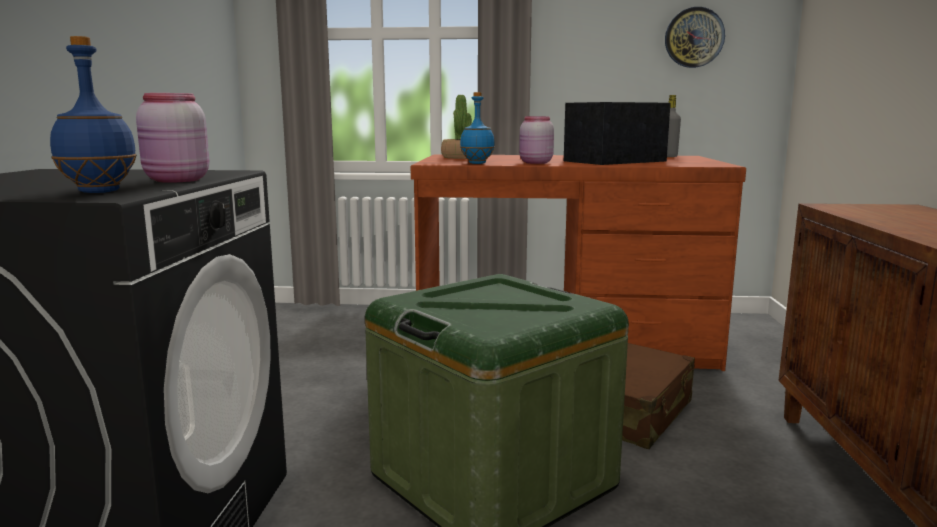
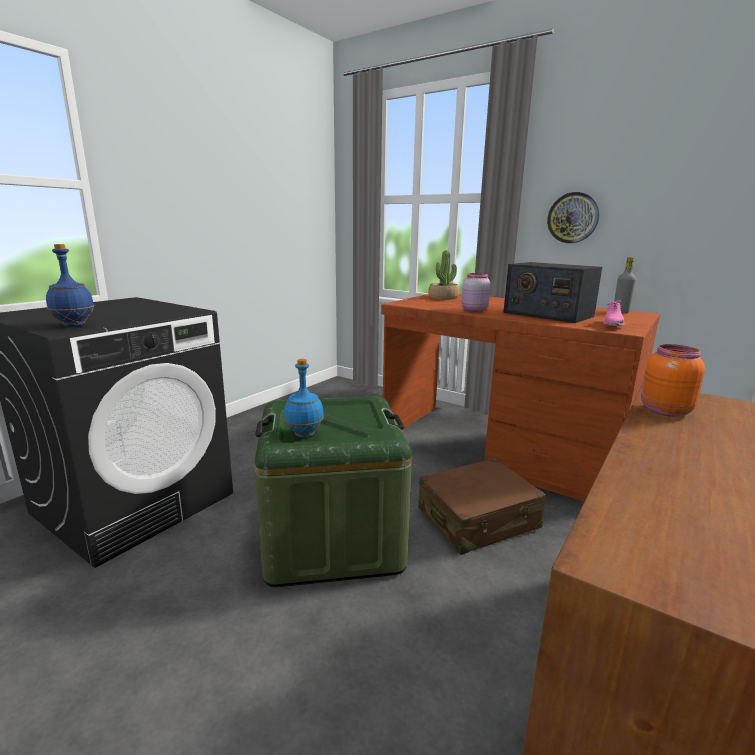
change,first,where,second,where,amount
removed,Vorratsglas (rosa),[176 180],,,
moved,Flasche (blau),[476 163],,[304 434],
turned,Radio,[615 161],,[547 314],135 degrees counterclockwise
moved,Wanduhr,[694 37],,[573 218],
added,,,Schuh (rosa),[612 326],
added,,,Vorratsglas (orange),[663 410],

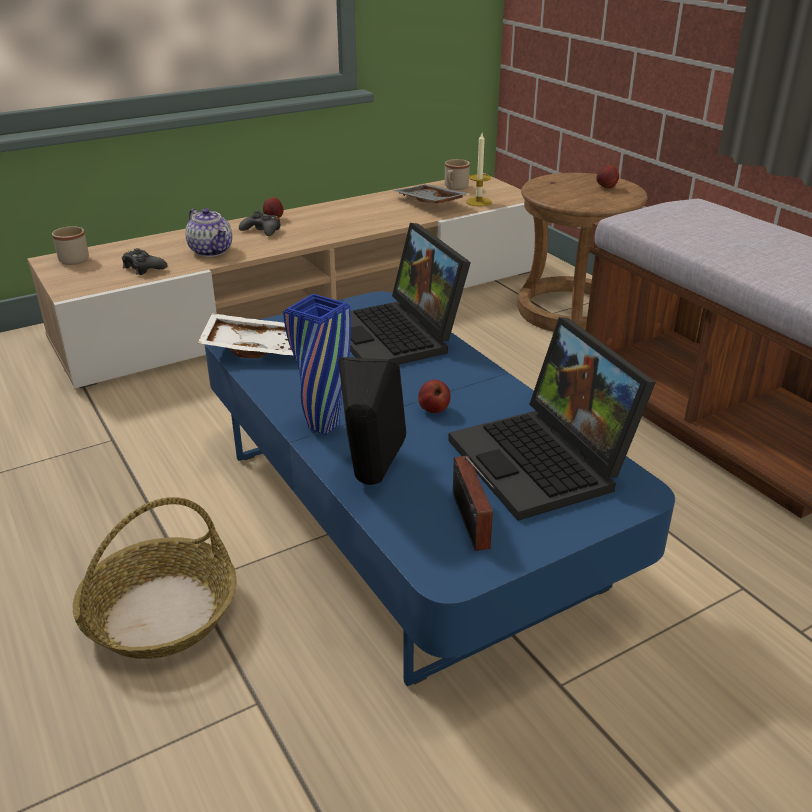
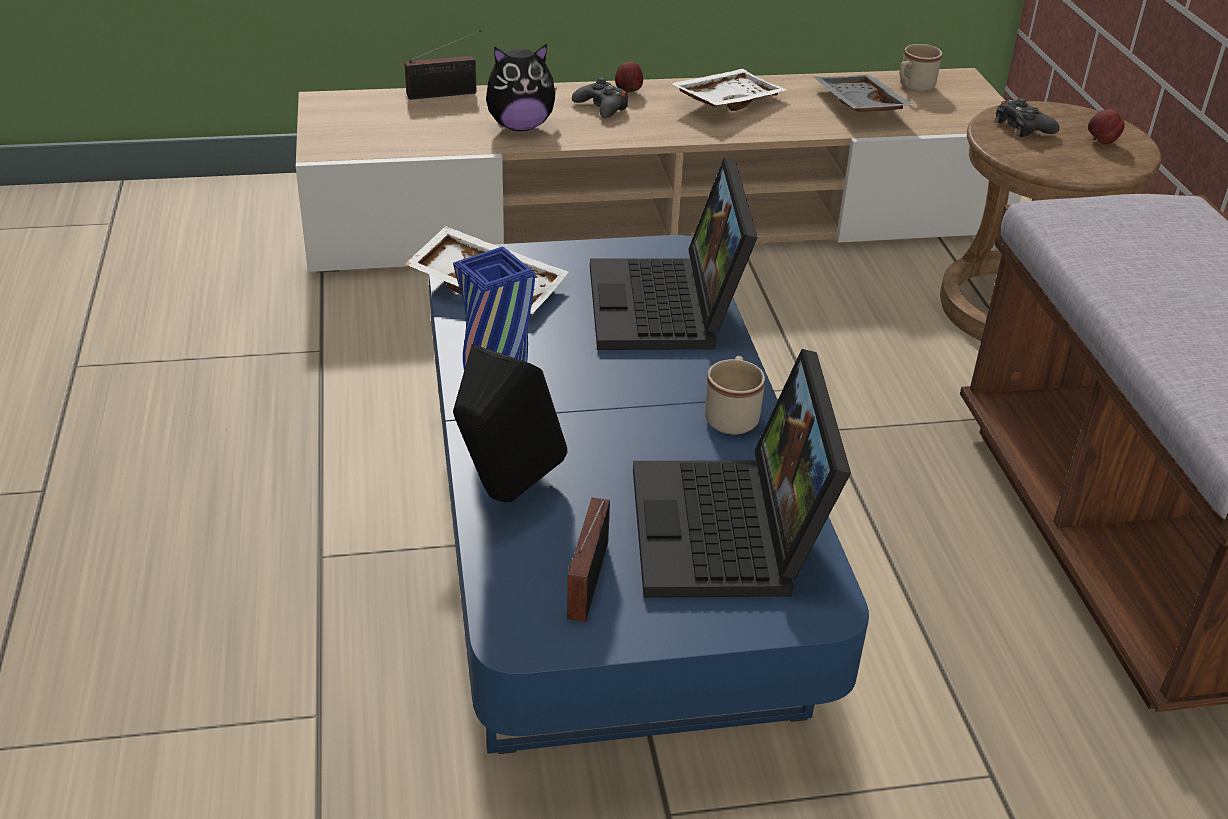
change,first,where,second,where,amount
moved,Henkelbecher (beige),[74 258],,[732 415],
removed,Korb,[161 612],,,
moved,Gamepad (schwarz),[143 268],,[1022 127],
replaced,Teekanne,[212 251],Plüschtier,[520 126],
removed,Apfel,[433 410],,,
removed,Kerze,[478 202],,,
added,,,Radio,[445 94],
added,,,Tablett (weiß),[726 101],

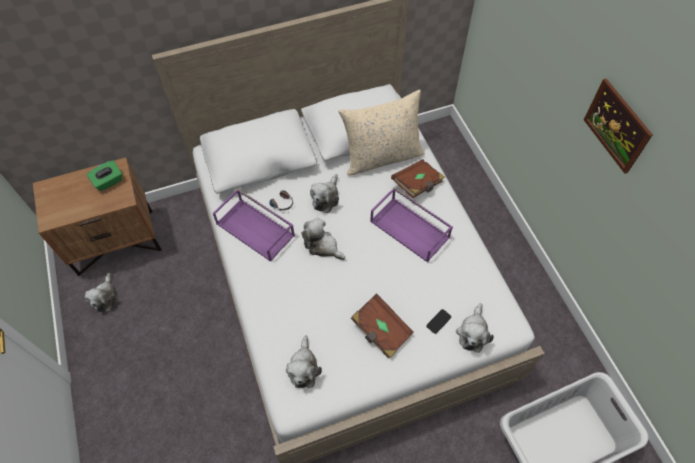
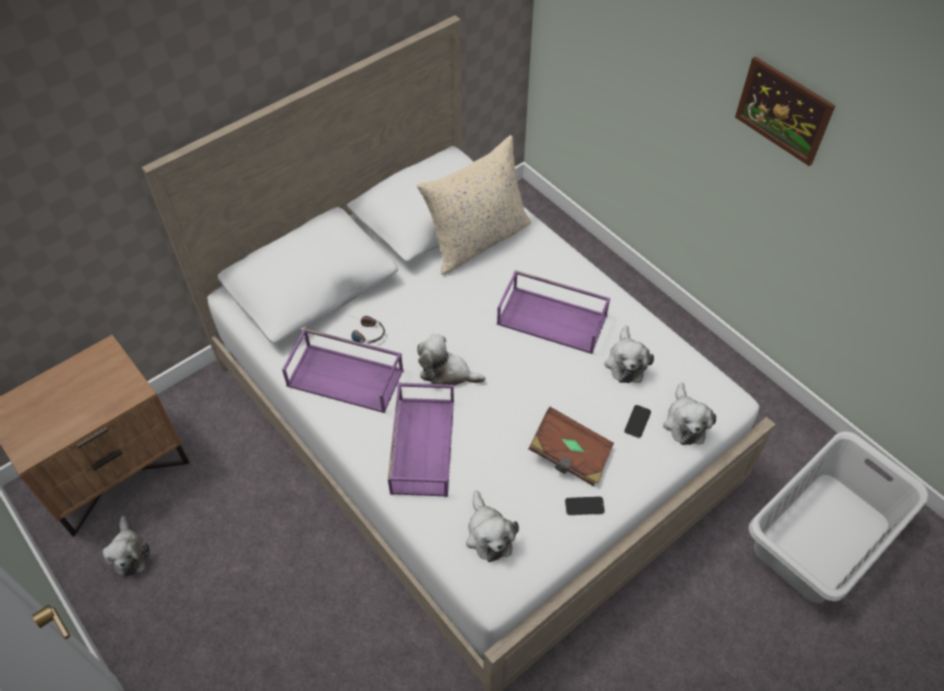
change,first,where,second,where,amount
removed,Taschentuchbox (grün),[109 182],,,
moved,Plüschtier,[326 198],,[626 362],
removed,Buch (braun),[417 184],,,
added,,,Tablett (lila),[421 445],
added,,,Handy,[584 506],

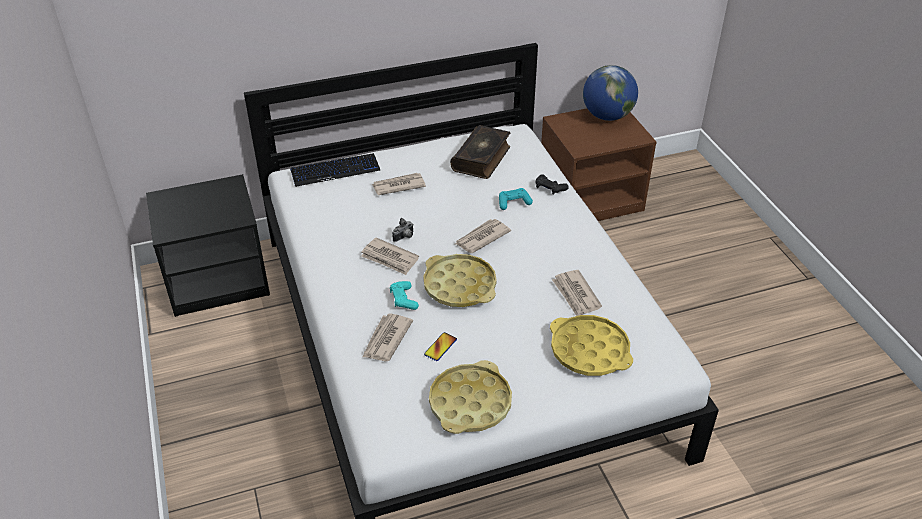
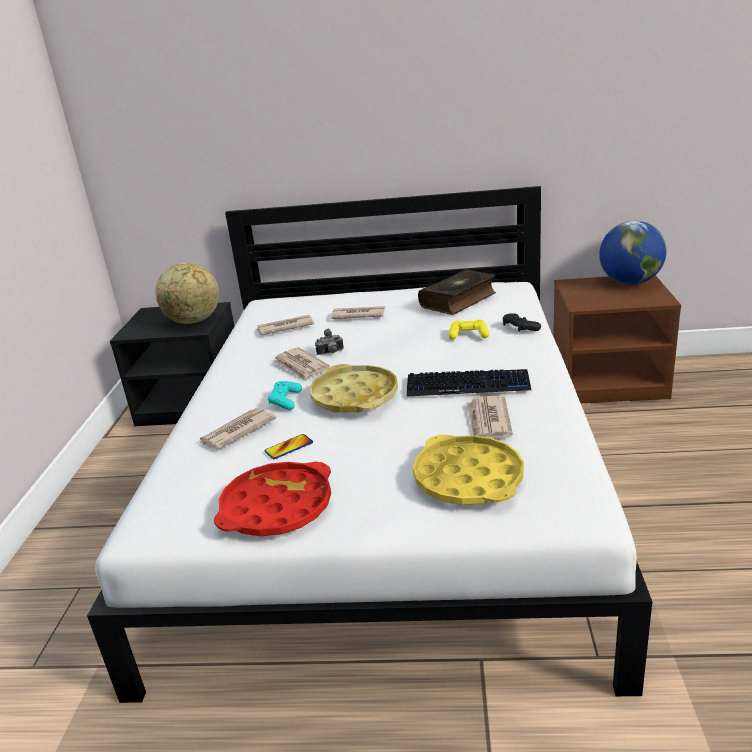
change,first,where,second,where,amount
moved,Tastatur,[335 171],,[467 385],
recoloured,Tablett (gelb),[470 403],Tablett (rot),[277 507],
moved,Zeitung,[481 238],,[284 327],
recoloured,Gamepad (türkis),[513 203],Gamepad (gelb),[468 335],
added,,,Globus,[194 321],

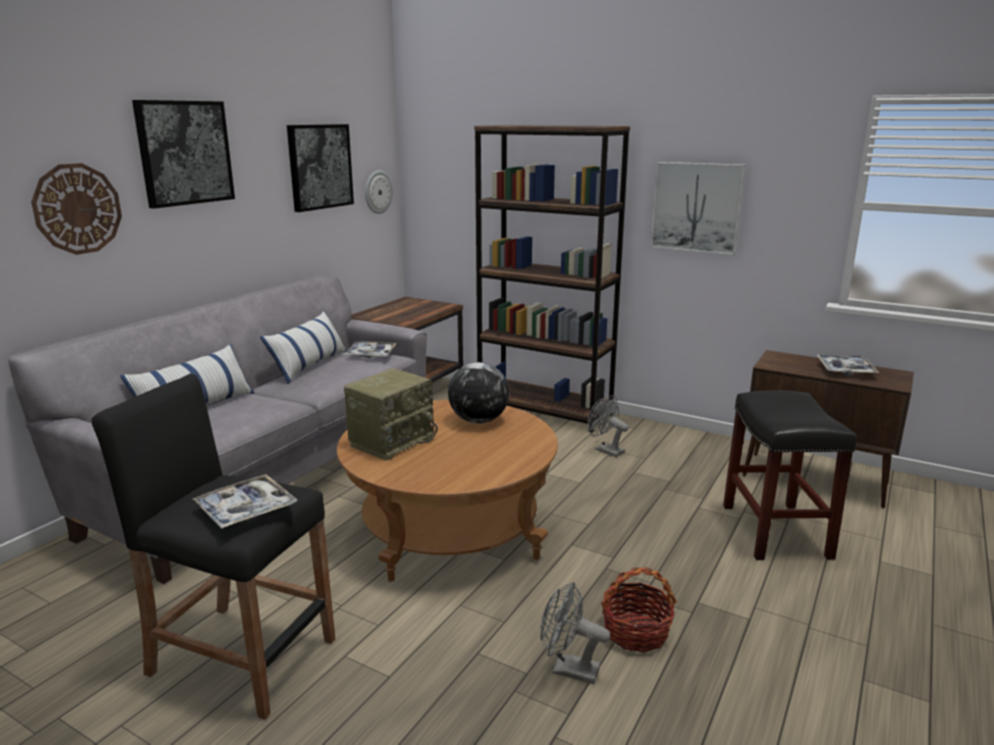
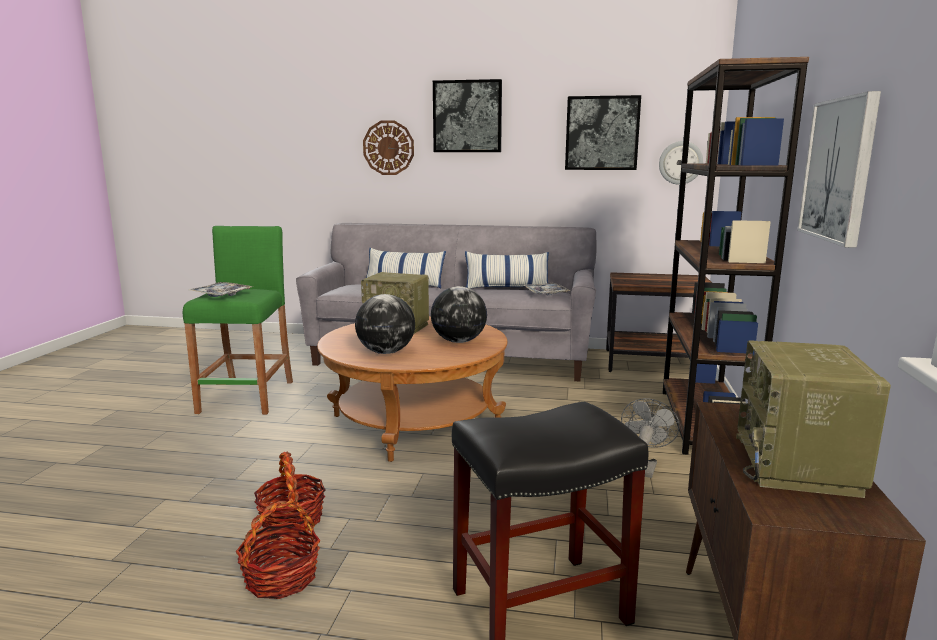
change,first,where,second,where,amount
recoloured,Hocker (schwarz),[242 657],Hocker (grün),[248 397],
removed,Ventilator (grau),[568 669],,,
replaced,Tablett,[845 370],Radio,[798 465],
added,,,Korb,[281 578],
added,,,Globus,[386 352],

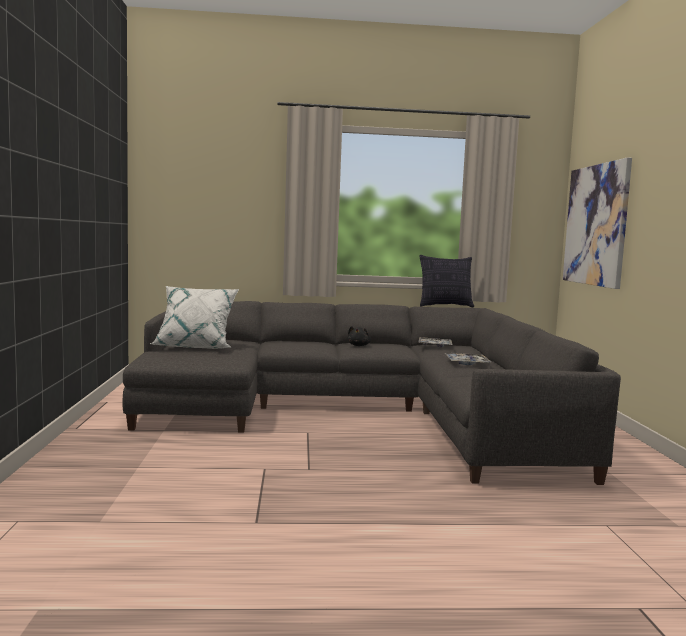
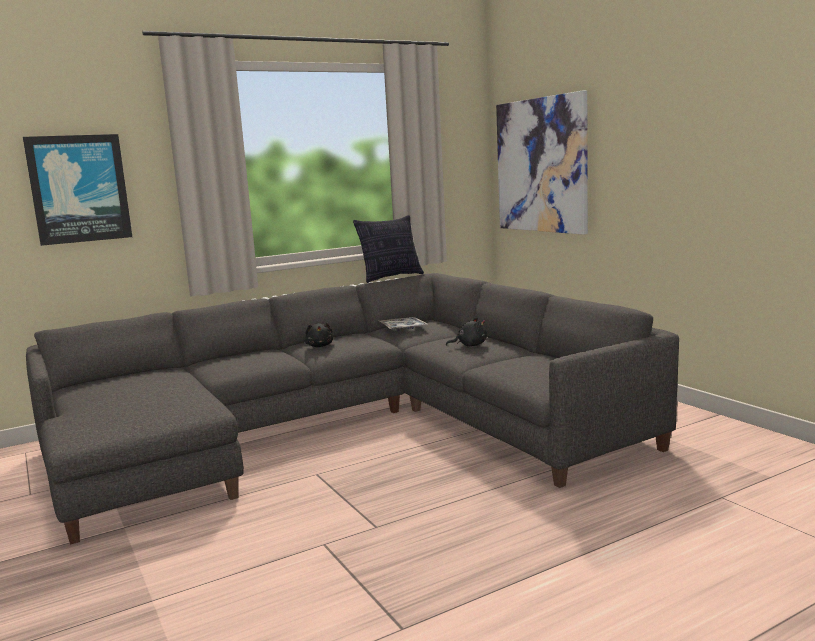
change,first,where,second,where,amount
removed,Kissen (weiß),[195 346],,,
replaced,Tablett,[467 363],Plüschtier (schwarz),[469 345],
added,,,Bild,[79 189],

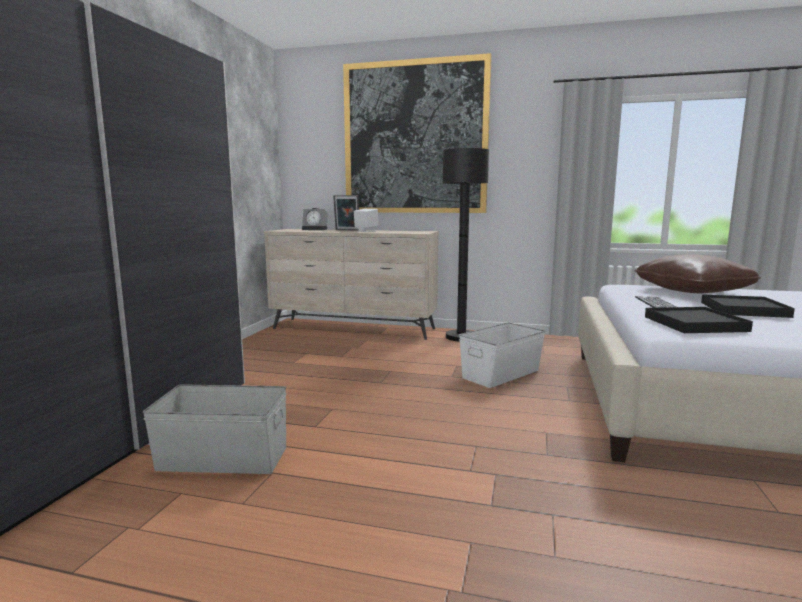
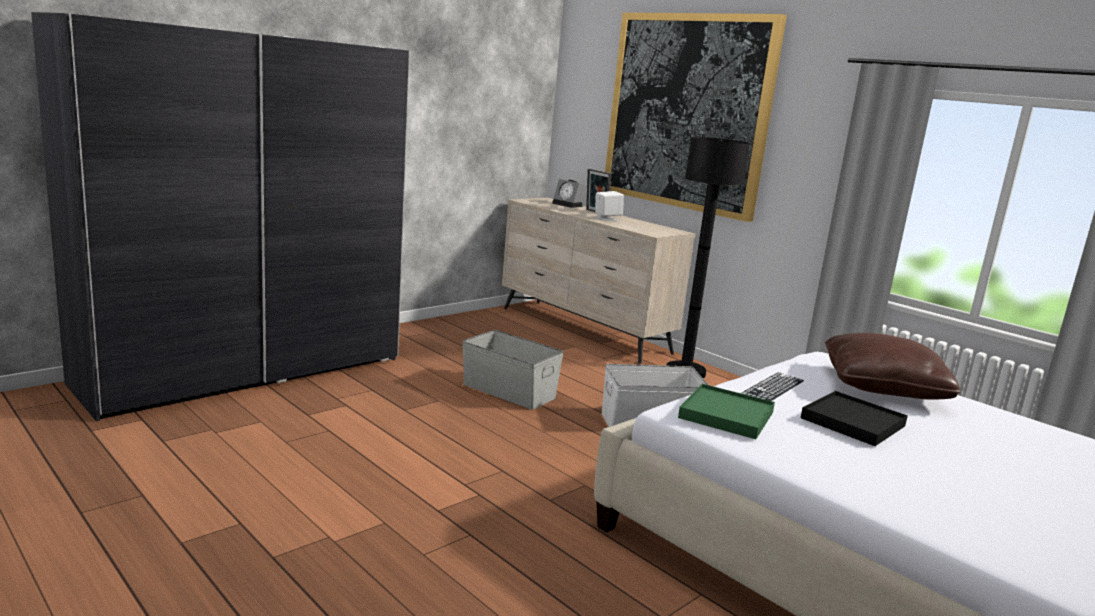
change,first,where,second,where,amount
moved,Aufbewahrungsbox (grau),[223 458],,[509 391],
recoloured,Tablett (schwarz),[694 324],Tablett (grün),[726 415],

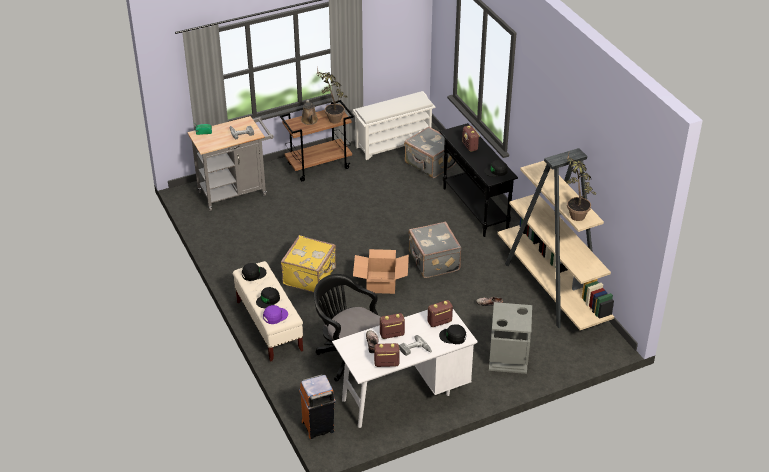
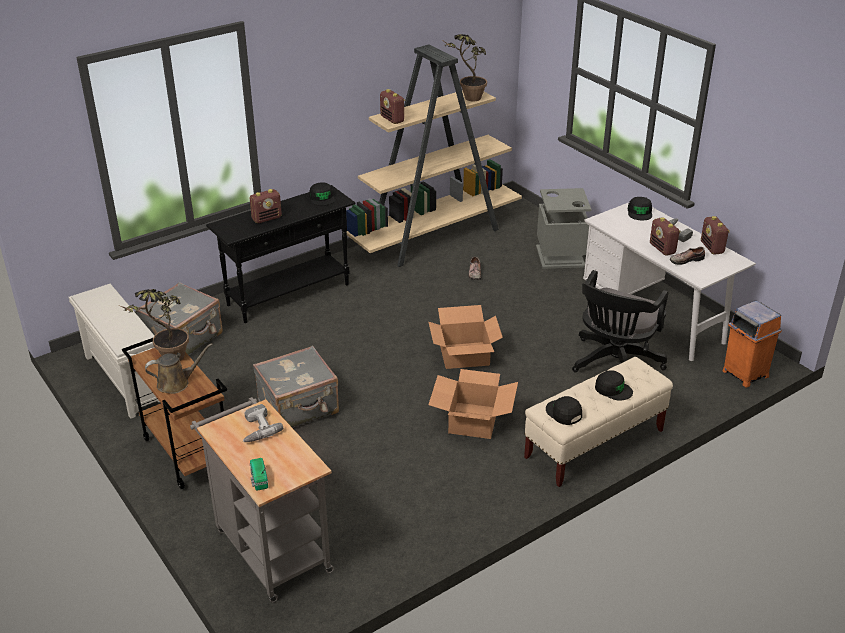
change,first,where,second,where,amount
removed,Kappe (lila),[275 316],,,
replaced,Koffer (gelb),[310 276],Karton,[472 420],
moved,Koffer (grau),[433 262],,[299 408],
moved,Radio,[439 322],,[392 119],

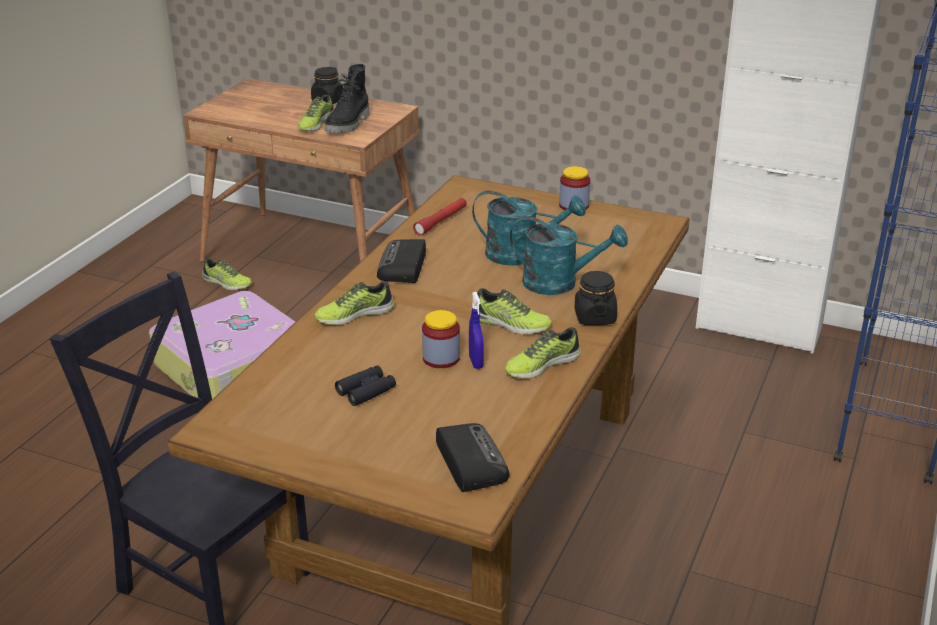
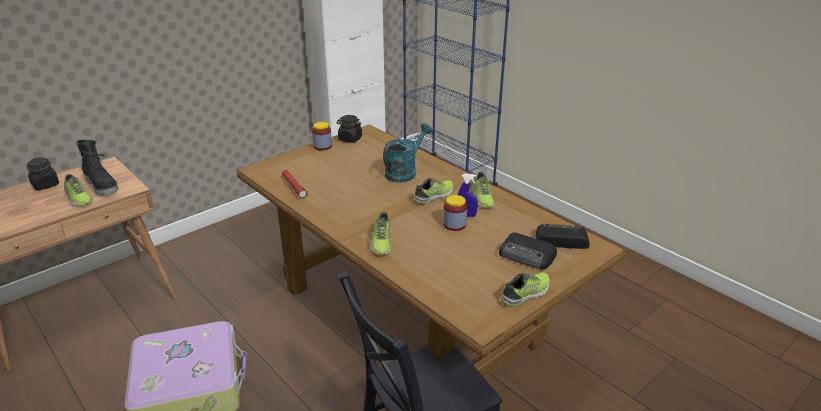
change,first,where,second,where,amount
moved,Schuh,[226 283],,[526 294],
removed,Fernglas (schwarz),[366 391],,,
moved,Radio,[403 267],,[527 256],
removed,Gießkanne (türkis),[521 254],,,
moved,Vorratsglas (schwarz),[594 317],,[350 139],

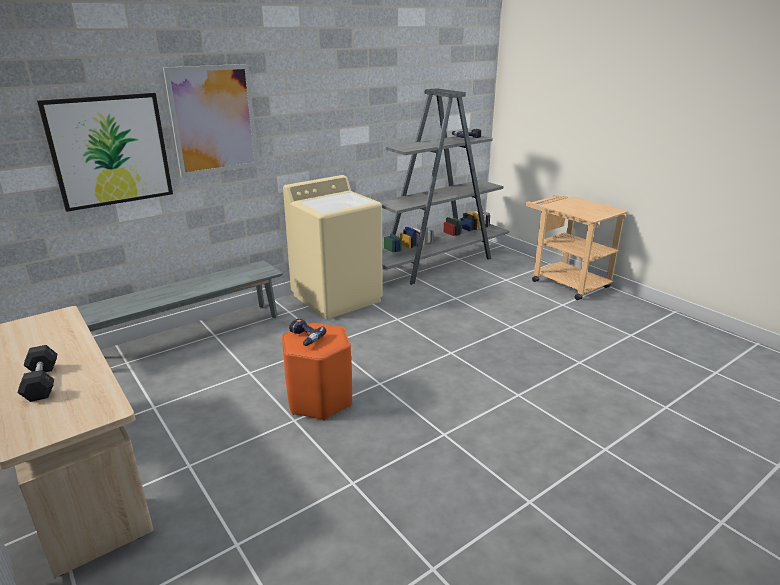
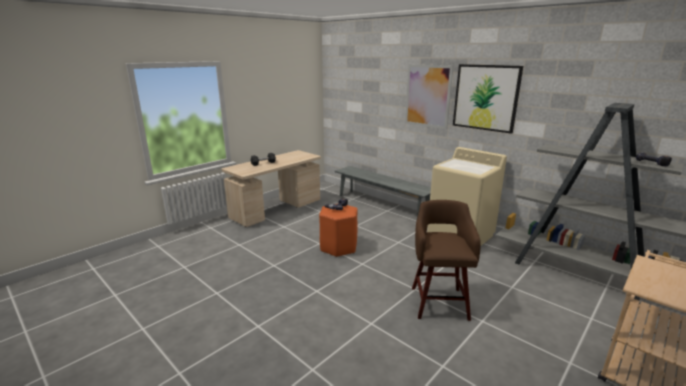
change,first,where,second,where,amount
moved,Bild,[110 151],,[485 97],
added,,,Hocker (braun),[439 301],

